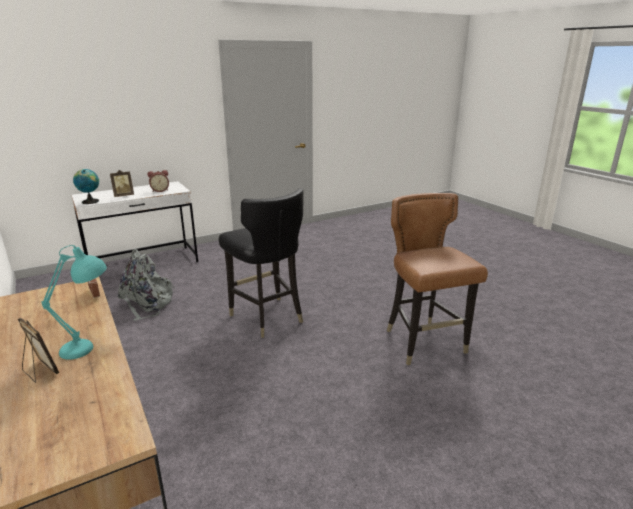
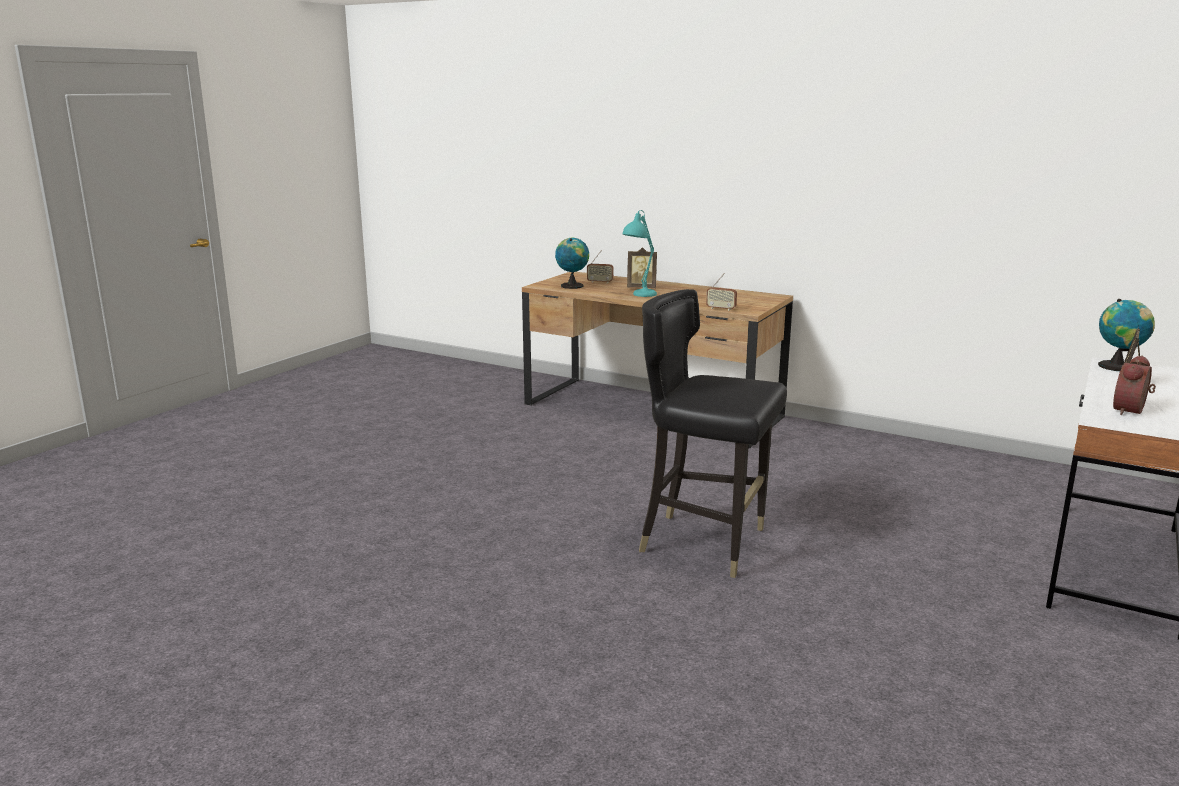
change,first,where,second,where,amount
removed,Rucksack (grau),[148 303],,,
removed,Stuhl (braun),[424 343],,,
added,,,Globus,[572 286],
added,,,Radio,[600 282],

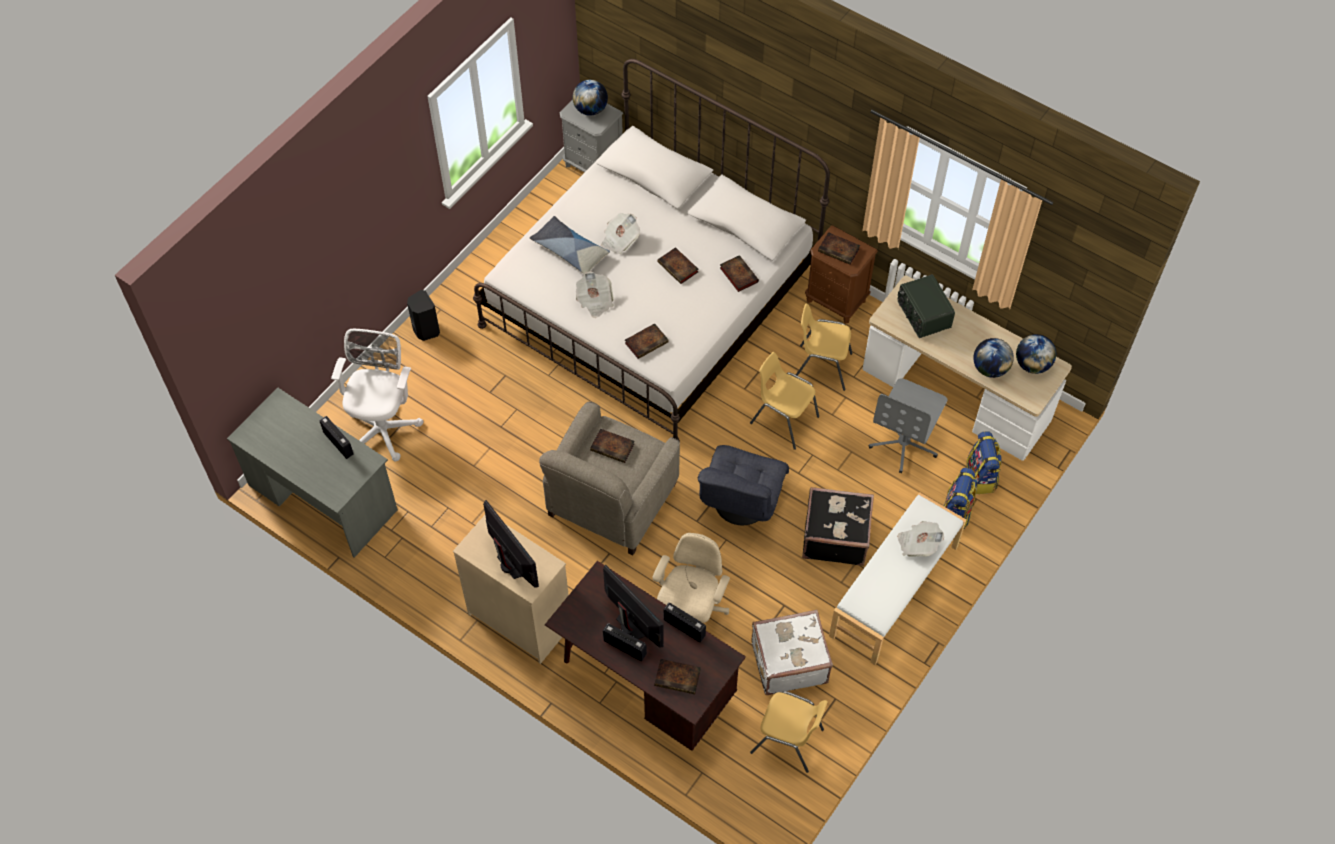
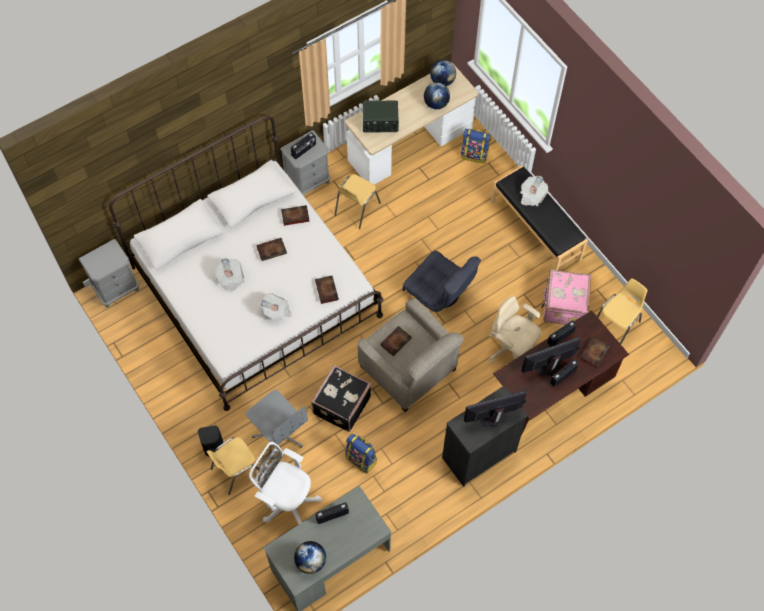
change,first,where,second,where,amount
recoloured,Kommode (beige),[520 619],Kommode (schwarz),[478 454],
removed,Kissen,[570 250],,,
moved,Globus,[590 109],,[310 561],
moved,Stuhl (gelb),[783 420],,[236 470],
recoloured,Koffer (weiß),[788 661],Koffer (rosa),[563 306],
moved,Koffer (schwarz),[835 536],,[341 405],
recoloured,Nachttisch (braun),[836 300],Nachttisch (grau),[308 181],
replaced,Buch,[839 250],Radio,[304 150],
recoloured,Bank (weiß),[895 591],Bank (schwarz),[536 230],
moved,Bürostuhl (grau),[904 443],,[279 434],
moved,Rucksack,[956 513],,[362 459],

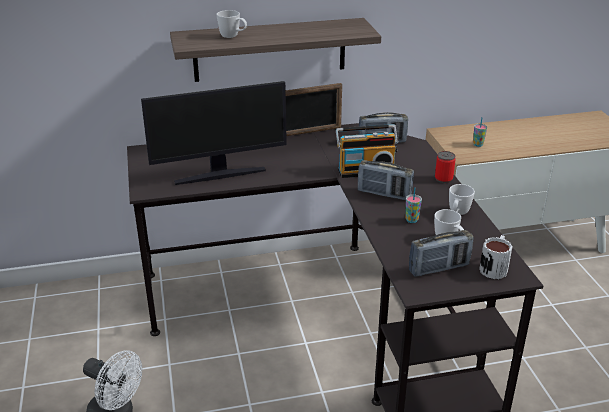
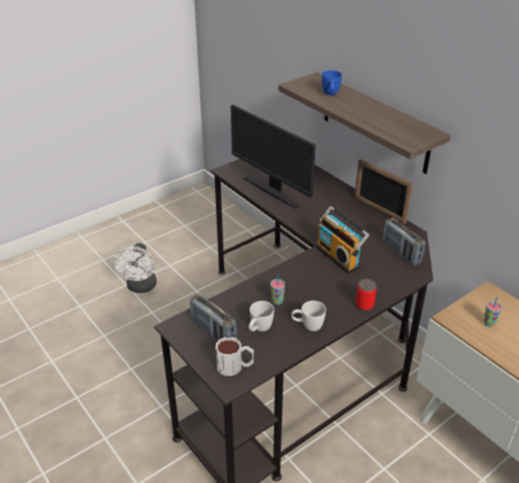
change,first,where,second,where,amount
recoloured,Henkelbecher (weiß),[233 37],Henkelbecher (blau),[330 95],
removed,Radio,[384 194],,,

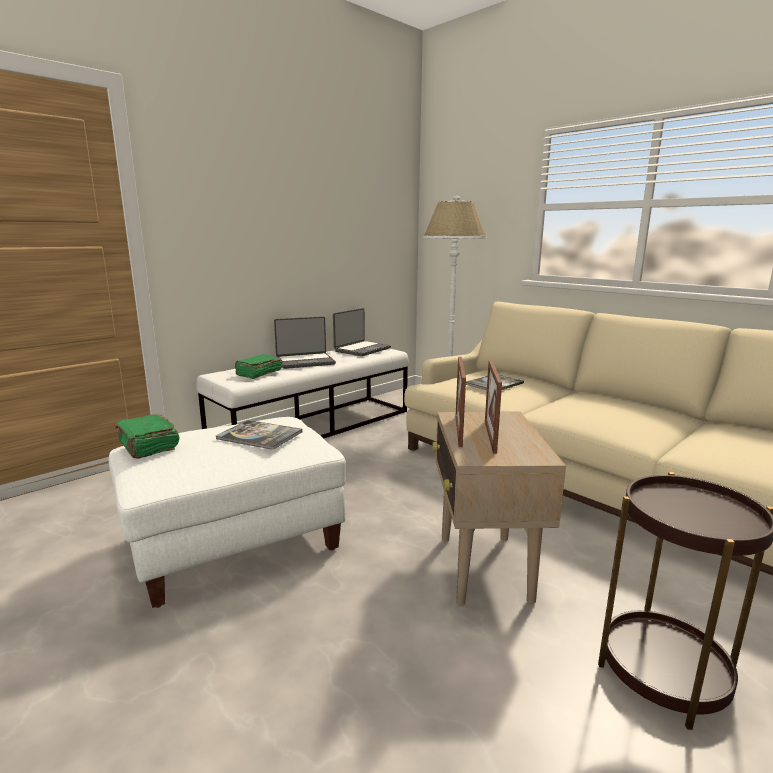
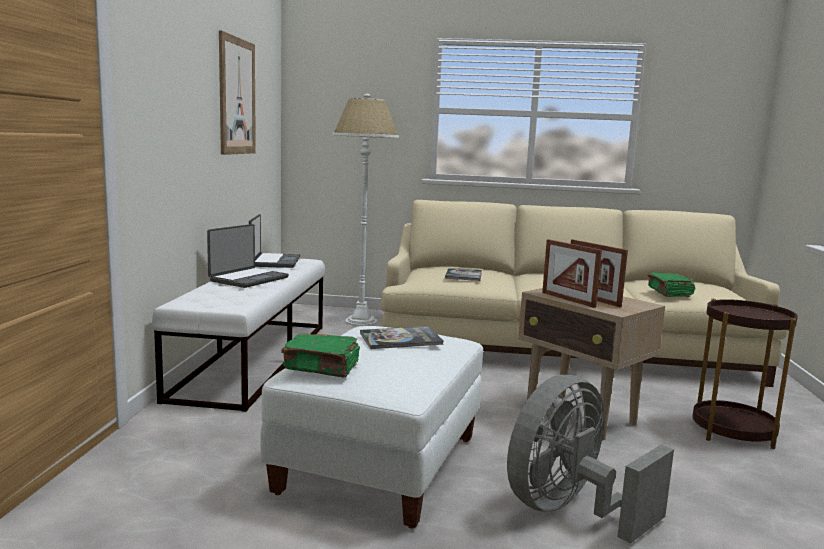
change,first,where,second,where,amount
moved,Buch (grün),[258 373],,[669 292],
added,,,Bild,[237 96],
added,,,Ventilator (grau),[570 511],

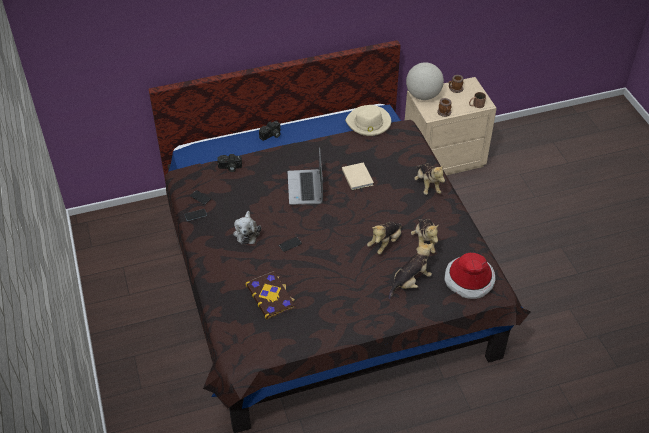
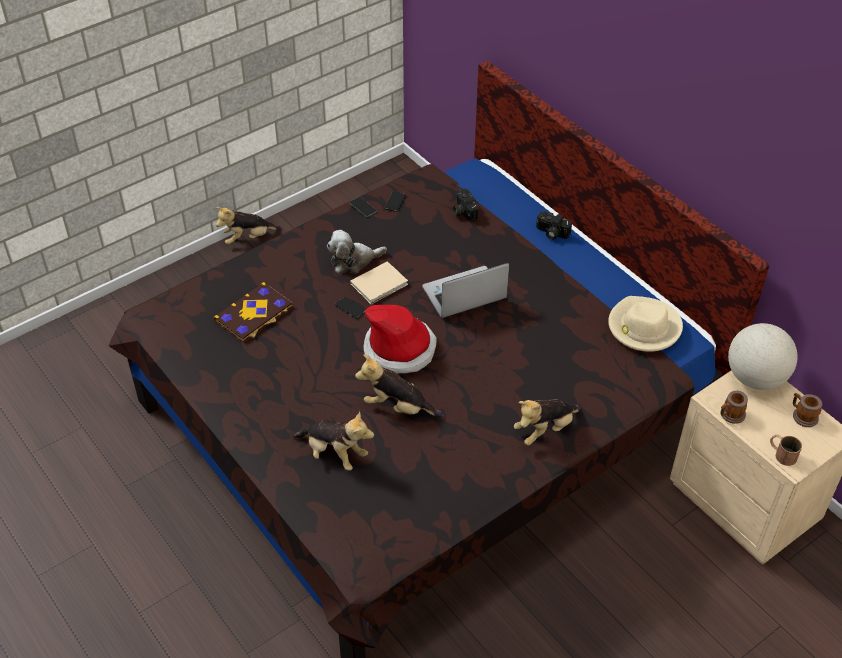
change,first,where,second,where,amount
moved,Buch (beige),[357 176],,[380 284],
moved,Plüschtier,[424 242],,[248 238],
moved,Hut,[469 280],,[399 349],

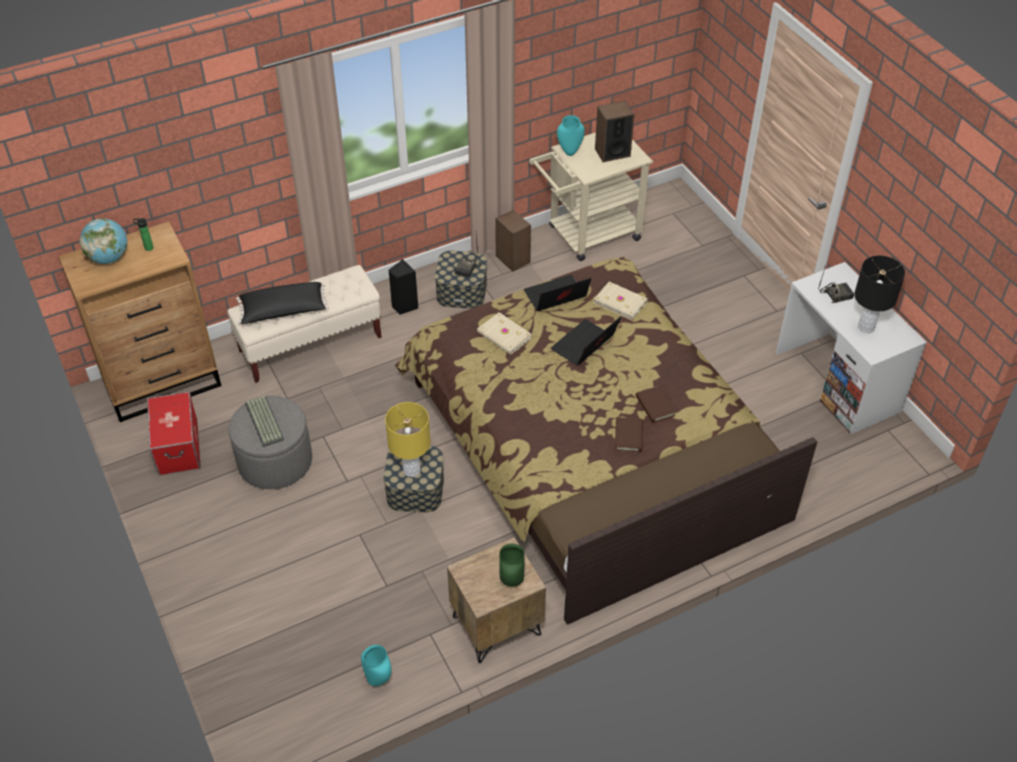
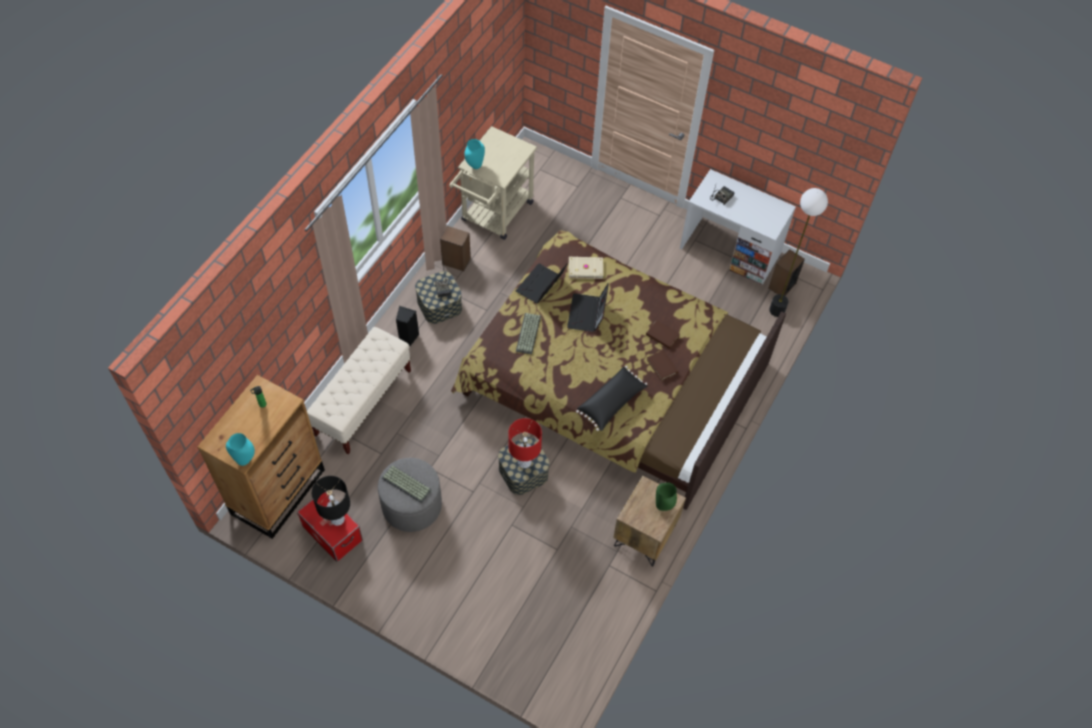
change,first,where,second,where,amount
removed,Globus,[109 258],,,
moved,Kissen (schwarz),[283 311],,[612 403],
moved,Vase (türkis),[378 680],,[244 460],
recoloured,Tischlampe (gelb),[412 470],Tischlampe (rot),[524 462],
replaced,Buch (beige),[504 336],Tastatur,[529 334],
moved,Lautsprecher,[612 152],,[782 285],
moved,Tischlampe (schwarz),[866 327],,[337 519],
added,,,Stehlampe,[776 310],

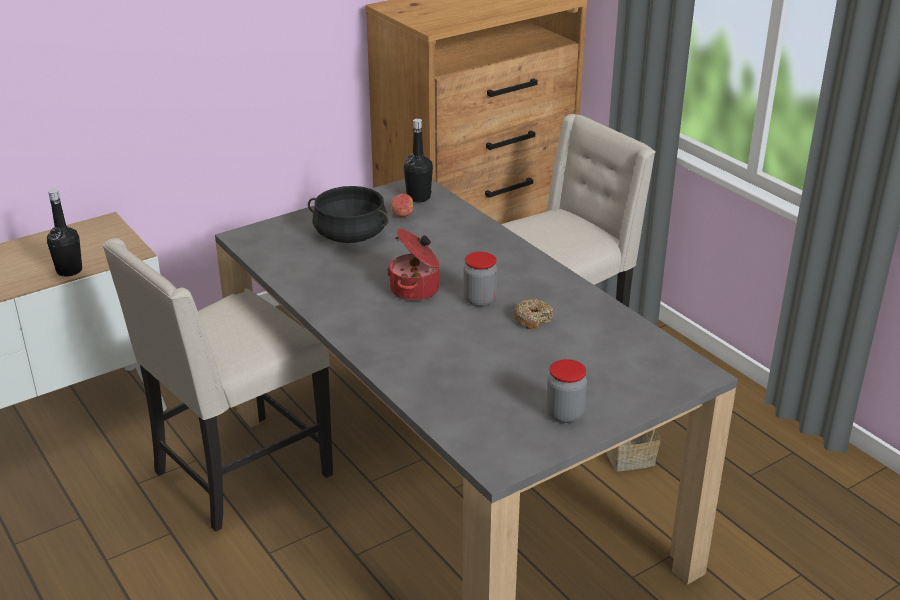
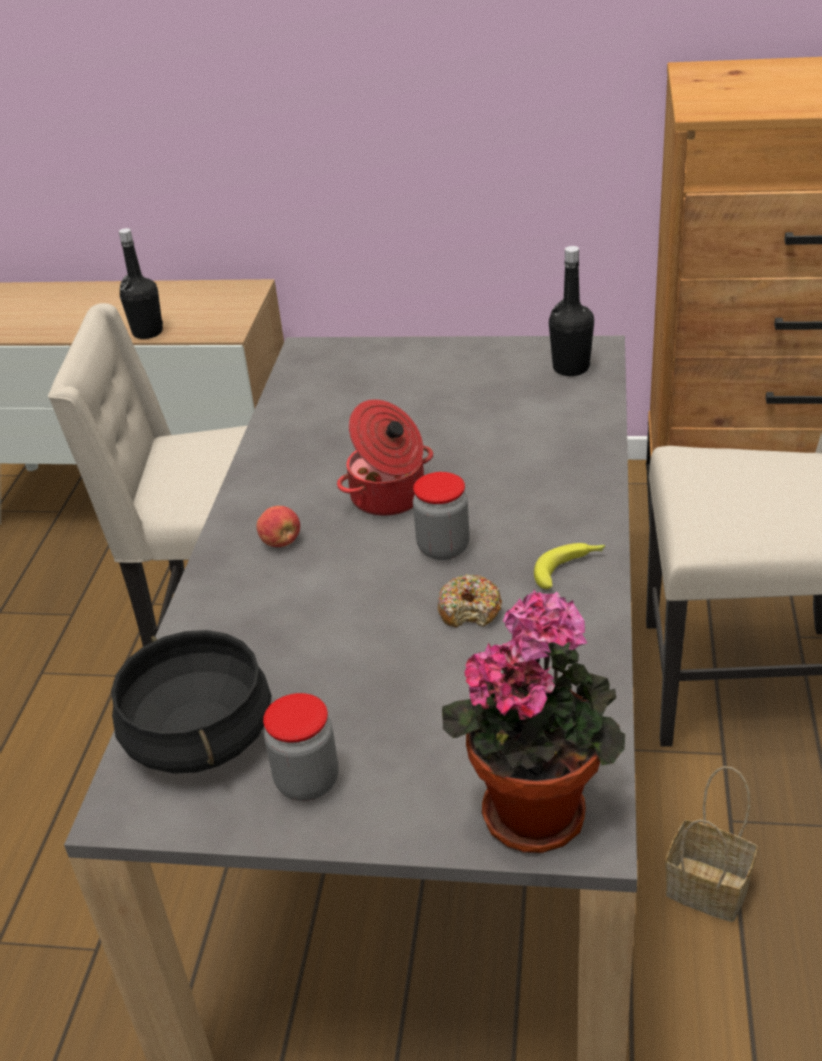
change,first,where,second,where,amount
moved,Kochtopf (schwarz),[350 235],,[198 736],
moved,Apfel,[402 215],,[281 542],
added,,,Topfpflanze,[538 807],
added,,,Banane,[569 569],

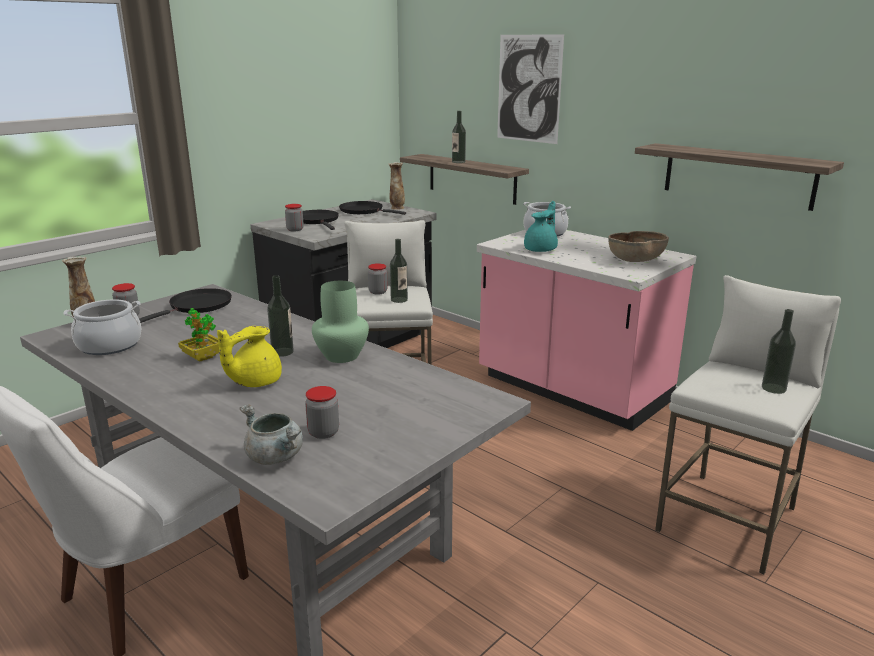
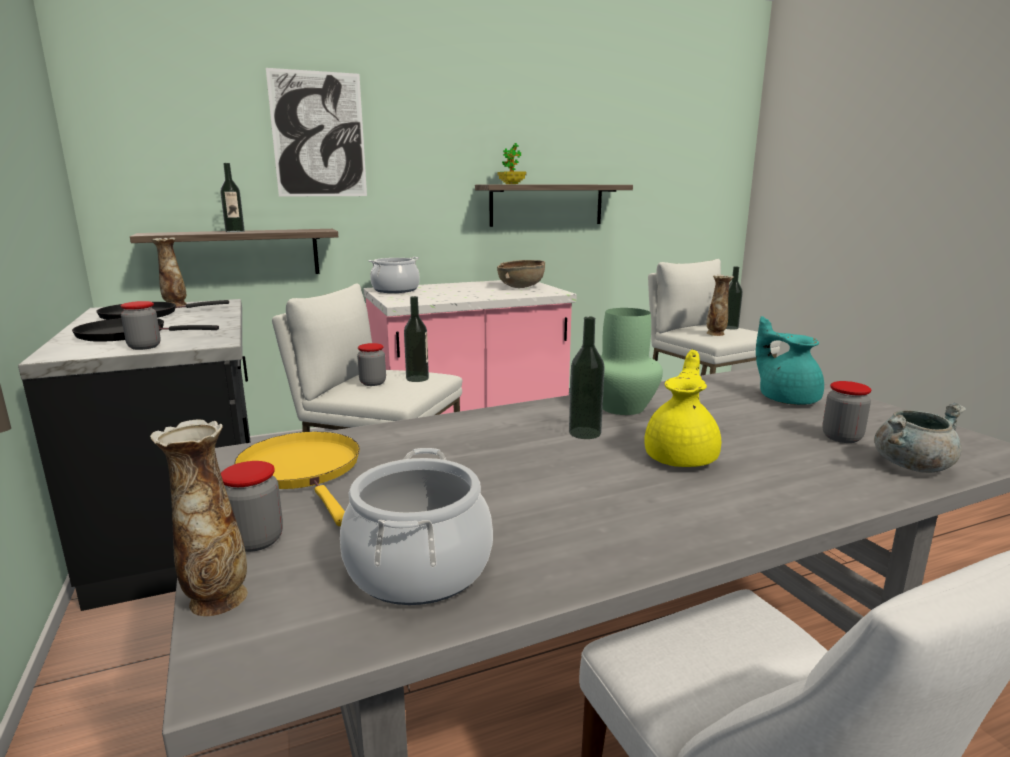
change,first,where,second,where,amount
recoloured,Pfanne (schwarz),[197 306],Pfanne (gelb),[303 471],
moved,Topfpflanze,[202 357],,[511 184],
turned,Teekanne (gelb),[254 382],,[682 457],135 degrees counterclockwise
moved,Teekanne (türkis),[541 249],,[786 399],
added,,,Vase,[716 334],

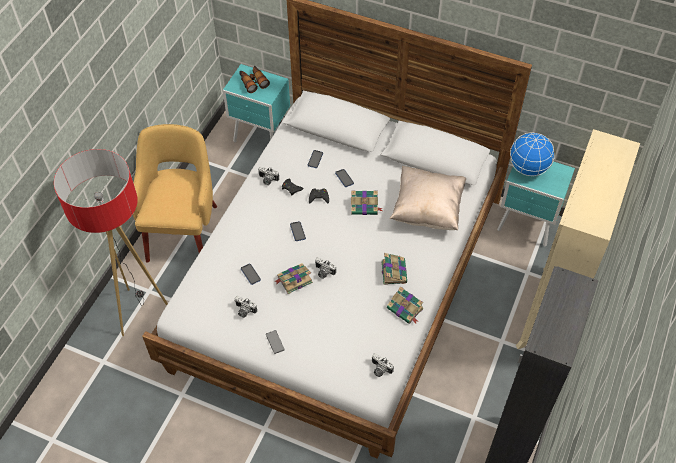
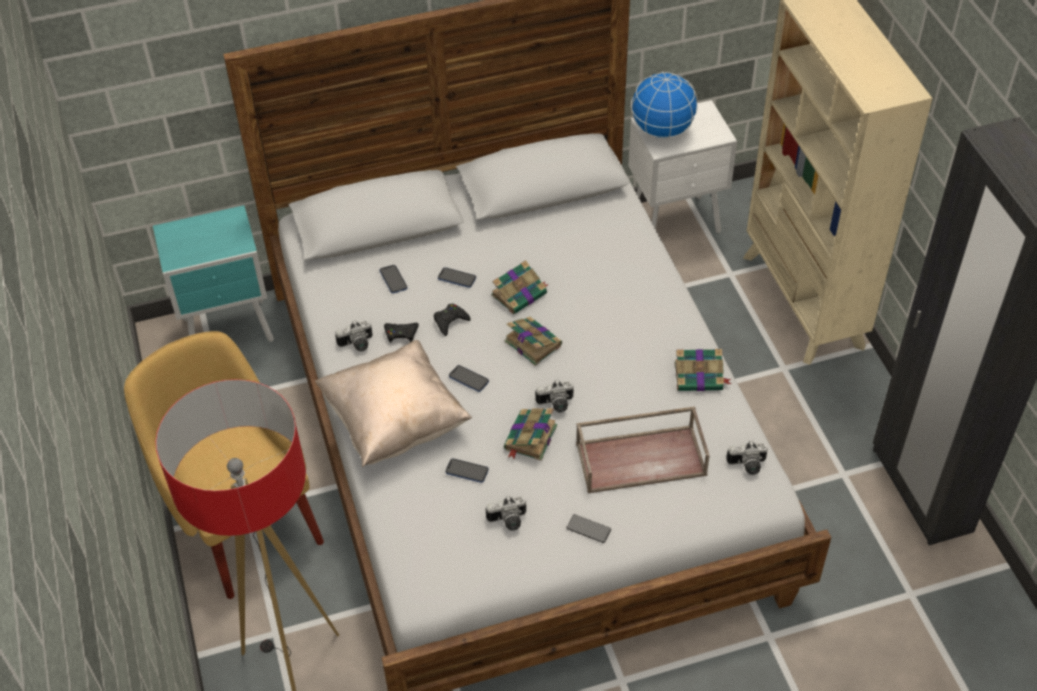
change,first,where,second,where,amount
removed,Fernglas,[253 81],,,
moved,Buch,[394 271],,[532 343],
moved,Kissen (beige),[427 209],,[395 422],
recoloured,Nachttisch (türkis),[527 226],Nachttisch (weiß),[677 223],
added,,,Tablett (braun),[642 458],

